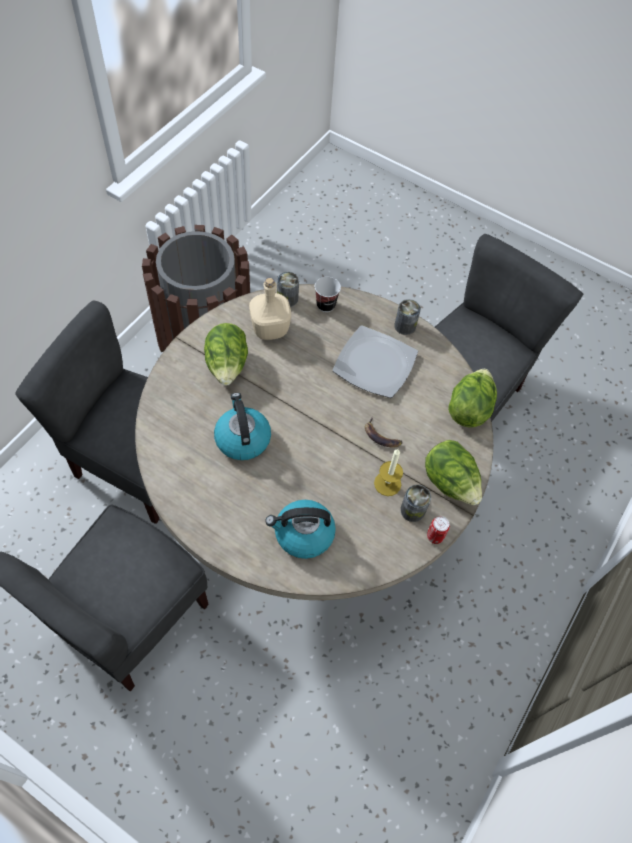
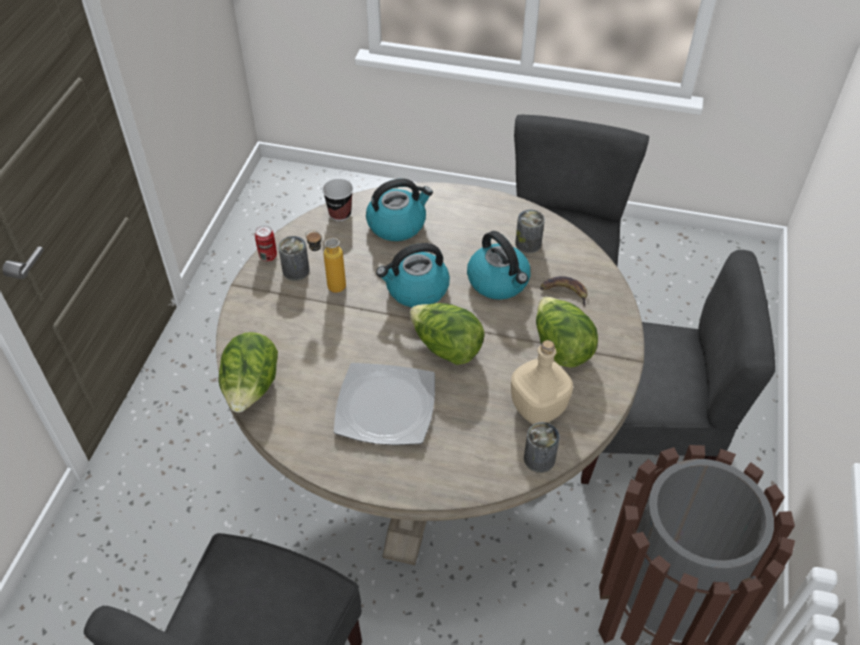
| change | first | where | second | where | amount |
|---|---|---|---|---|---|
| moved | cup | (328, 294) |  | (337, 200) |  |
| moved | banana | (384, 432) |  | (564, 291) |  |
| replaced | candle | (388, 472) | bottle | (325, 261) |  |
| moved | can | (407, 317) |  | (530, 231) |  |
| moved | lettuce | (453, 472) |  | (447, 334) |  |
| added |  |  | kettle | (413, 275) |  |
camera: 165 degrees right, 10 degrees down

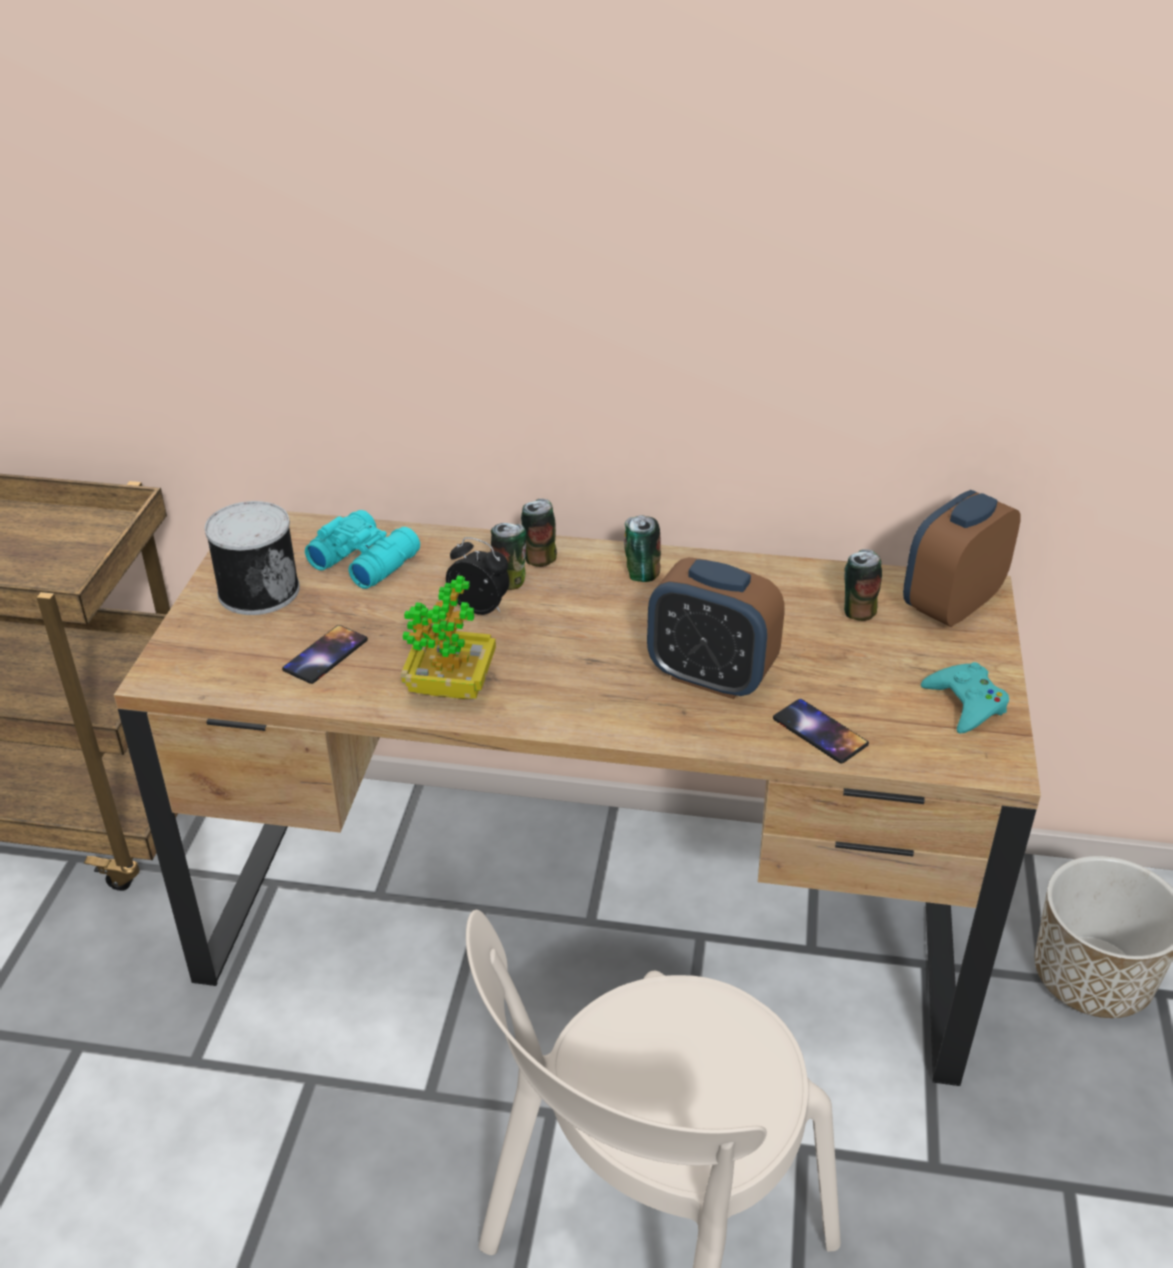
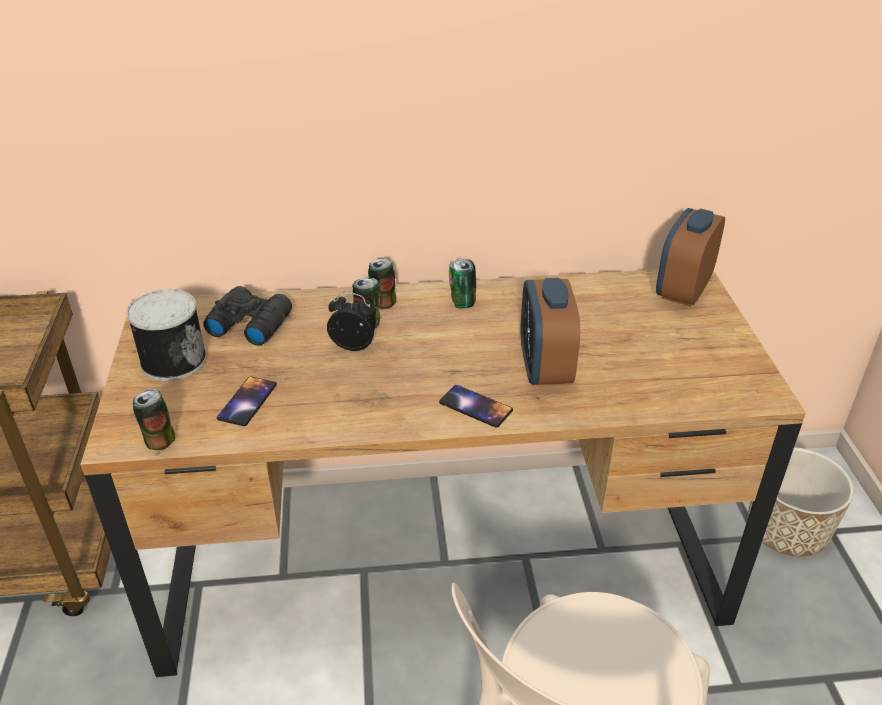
| change | first | where | second | where | amount |
|---|---|---|---|---|---|
| recoloured | turquoise binoculars | (362, 549) | black binoculars | (247, 316) |  |
| removed | potted plant | (448, 637) |  |  |  |
| turned | alarm clock | (716, 628) |  | (550, 331) | 75 degrees clockwise |
| moved | phone | (821, 731) |  | (476, 406) |  |
| moved | can | (863, 585) |  | (154, 419) |  |
| removed | turquoise game controller | (965, 698) |  |  |  |
camera: 15 degrees left, 0 degrees up

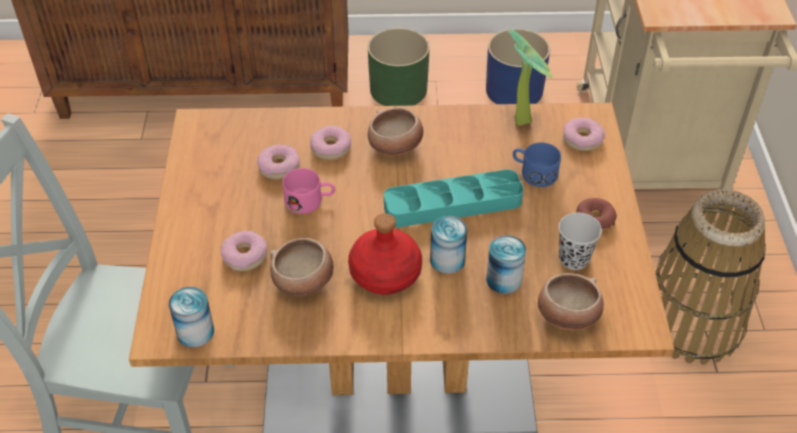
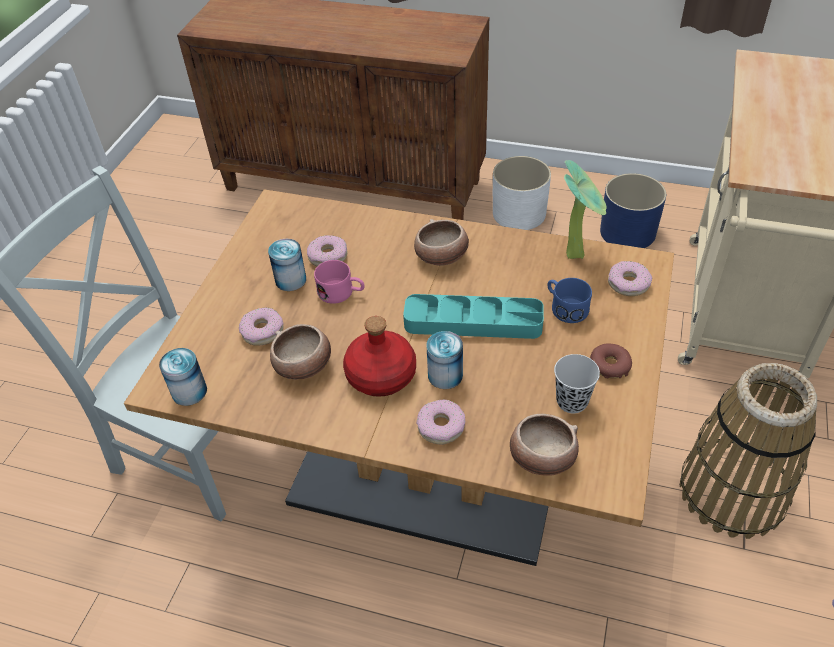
| change | first | where | second | where | amount |
|---|---|---|---|---|---|
| moved | donut | (330, 142) |  | (441, 422) |  |
| recoloured | green planter | (399, 67) | white planter | (522, 193) |  |
| moved | can | (506, 264) |  | (287, 265) |  |
camera: 20 degrees right, 0 degrees up

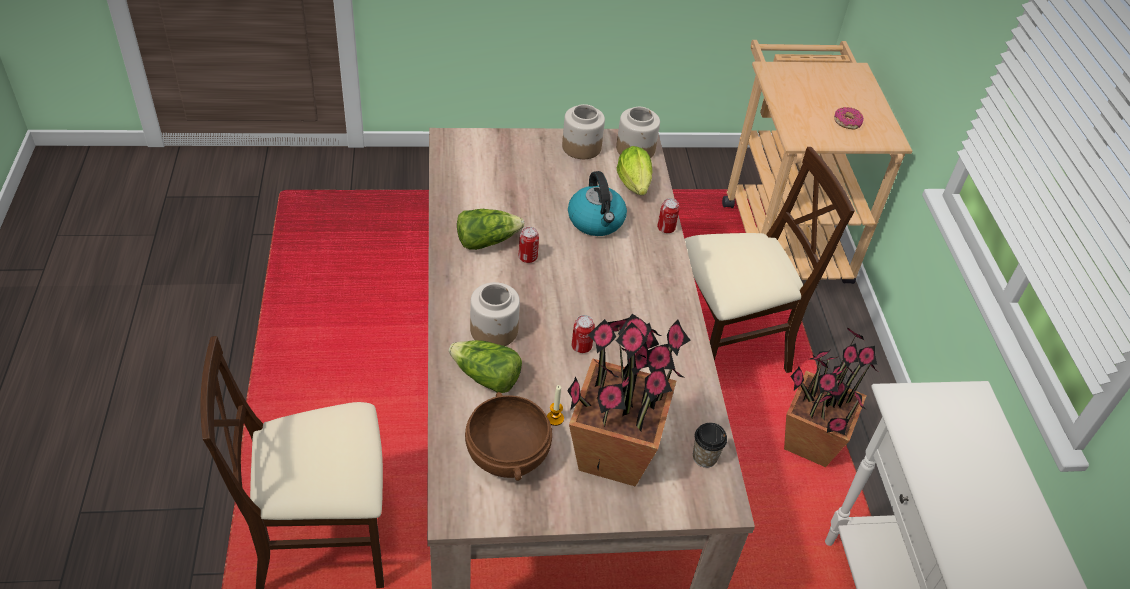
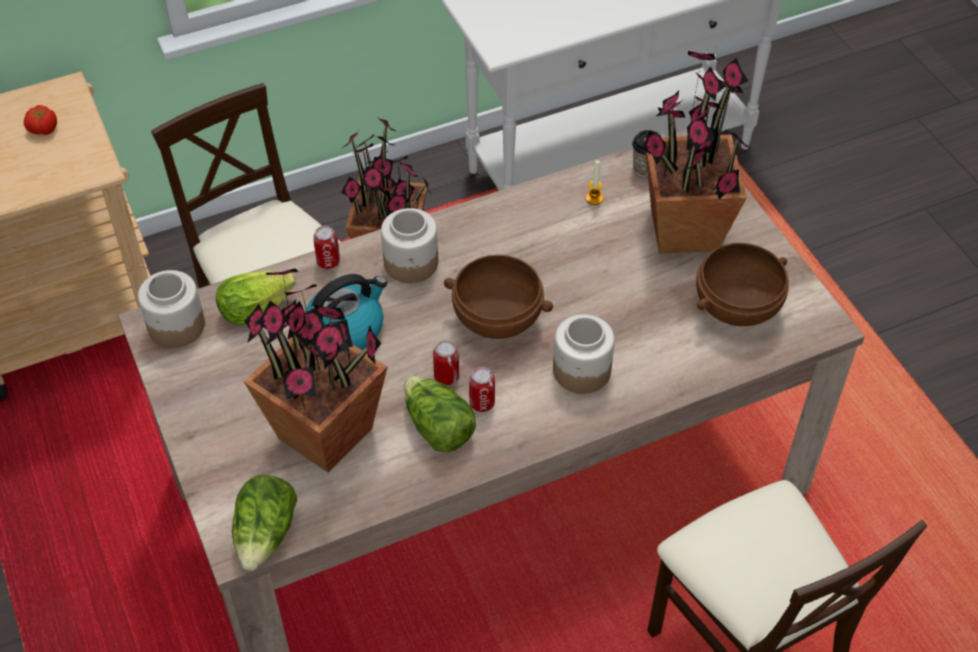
| change | first | where | second | where | amount |
|---|---|---|---|---|---|
| moved | lettuce | (485, 366) |  | (264, 523) |  |
| moved | candle | (555, 405) |  | (594, 182) |  |
| moved | jar | (583, 131) |  | (409, 245) |  |
| moved | can | (583, 334) |  | (482, 389) |  |
| replaced | donut | (849, 118) | tomato | (40, 120) |  |
| added |  |  | potted plant | (315, 370) |  |
| added |  |  | brown bowl | (498, 297) |  |
camera: 105 degrees left, 5 degrees up

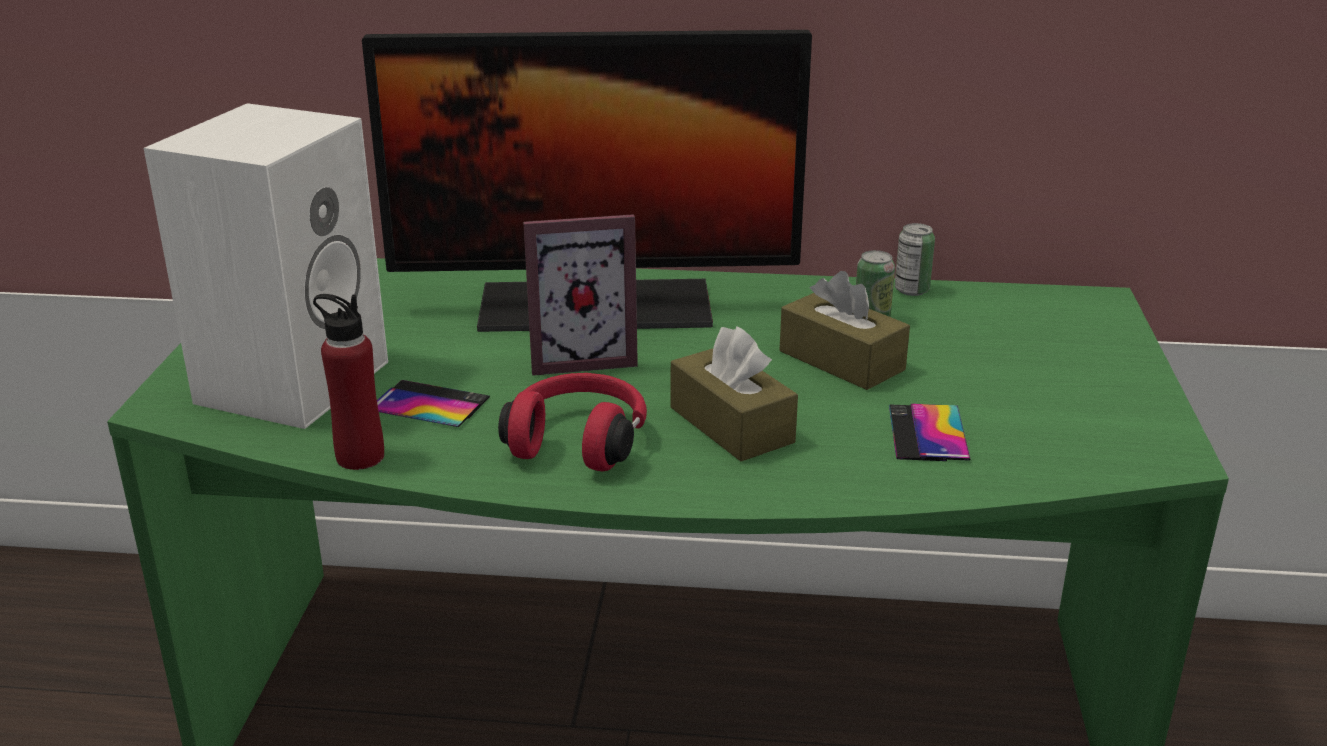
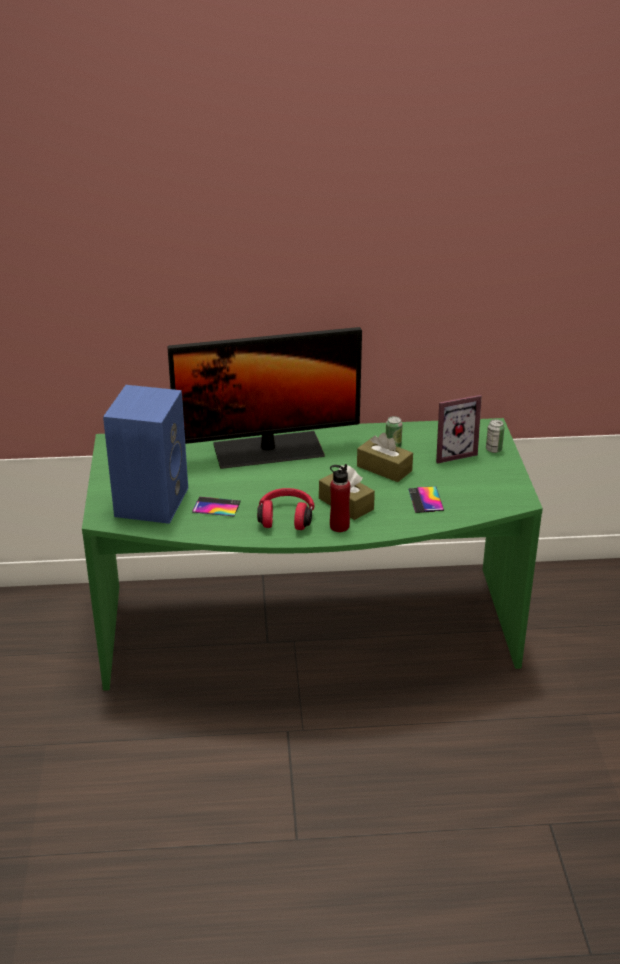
| change | first | where | second | where | amount |
|---|---|---|---|---|---|
| recoloured | white speaker | (266, 266) | blue speaker | (145, 454) |  |
| moved | red bottle | (348, 382) |  | (340, 498) |  |
| moved | picture frame | (580, 295) |  | (459, 429) |  |
| moved | can | (915, 259) |  | (495, 436) |  |
camera: 10 degrees left, 5 degrees up

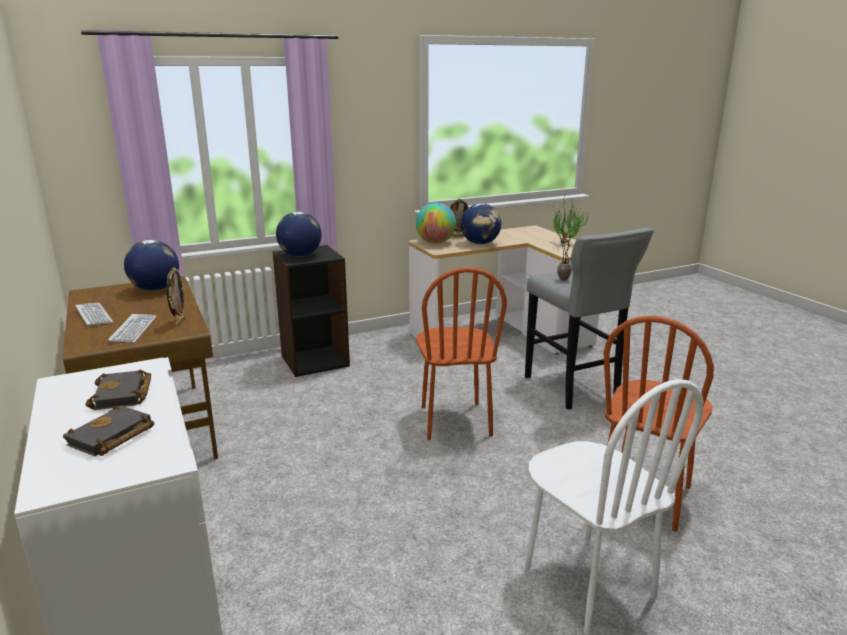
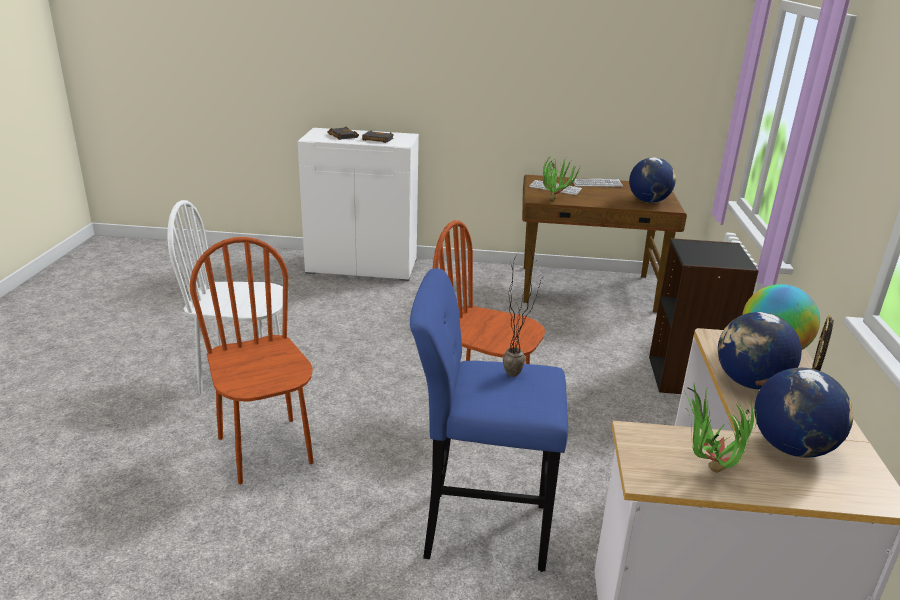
| change | first | where | second | where | amount |
|---|---|---|---|---|---|
| replaced | picture frame | (175, 297) | potted plant | (562, 177) |  |
| moved | globe | (299, 234) |  | (803, 413) |  |
| recoloured | grey stool | (589, 319) | blue stool | (489, 420) |  |
camera: 120 degrees right, 5 degrees up

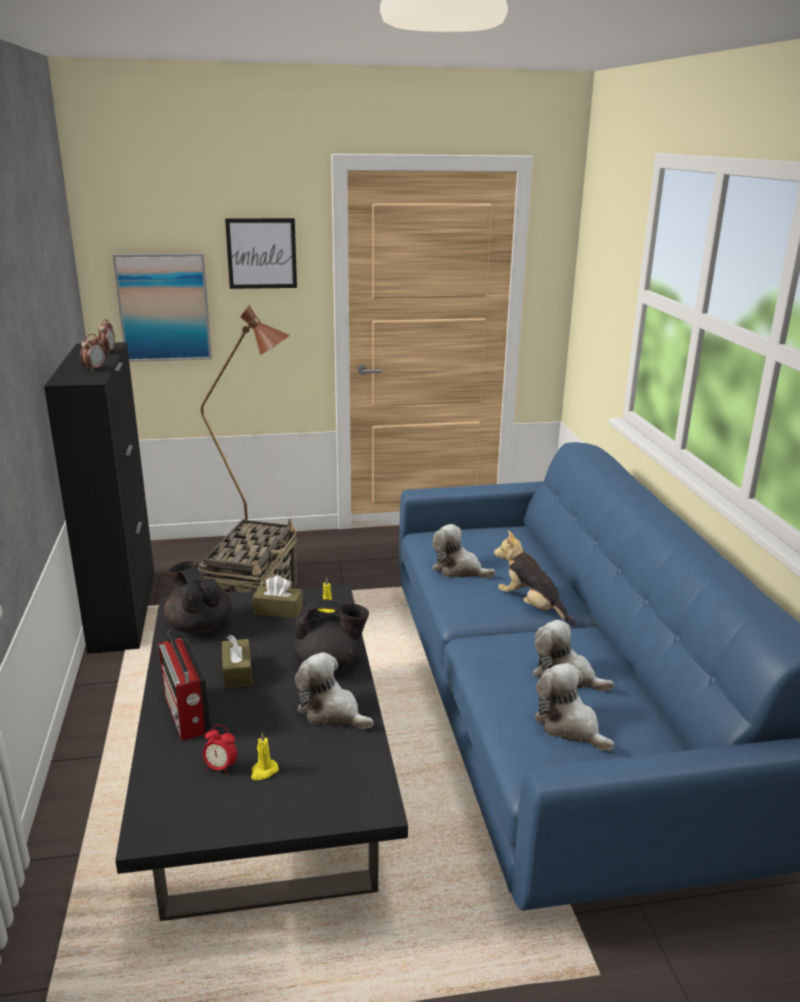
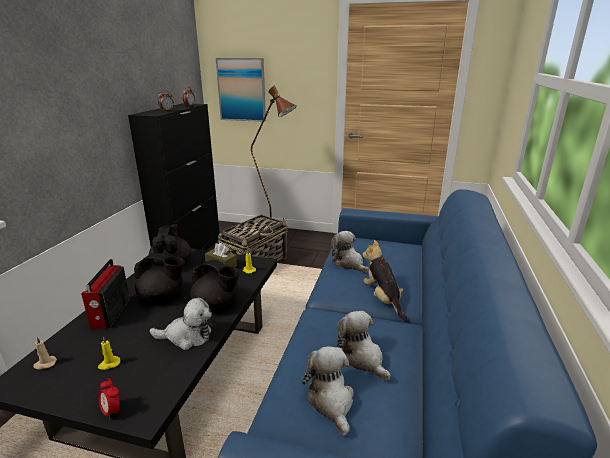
| change | first | where | second | where | amount |
|---|---|---|---|---|---|
| moved | alarm clock | (220, 750) |  | (109, 399) |  |
| replaced | brown tissue box | (237, 661) | black teapot | (159, 277) |  |
| removed | picture | (261, 253) |  |  |  |
| turned | plush toy | (334, 690) |  | (181, 324) | 120 degrees clockwise |
| added |  |  | beige candle | (45, 353) |  |
camera: 25 degrees right, 0 degrees up

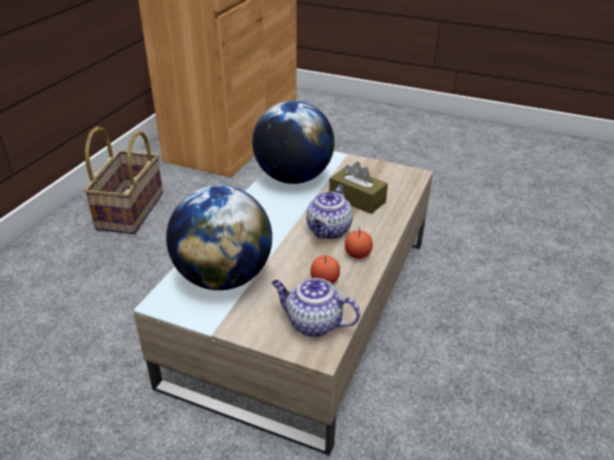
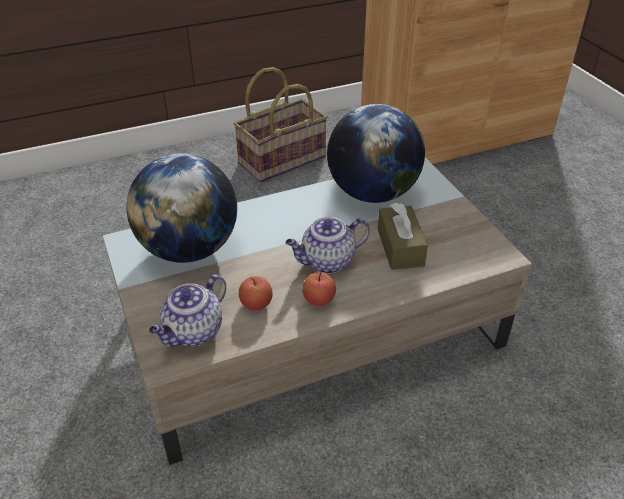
| change | first | where | second | where | amount |
|---|---|---|---|---|---|
| turned | teapot | (316, 307) |  | (187, 310) | 120 degrees counterclockwise |
camera: 45 degrees right, 5 degrees up

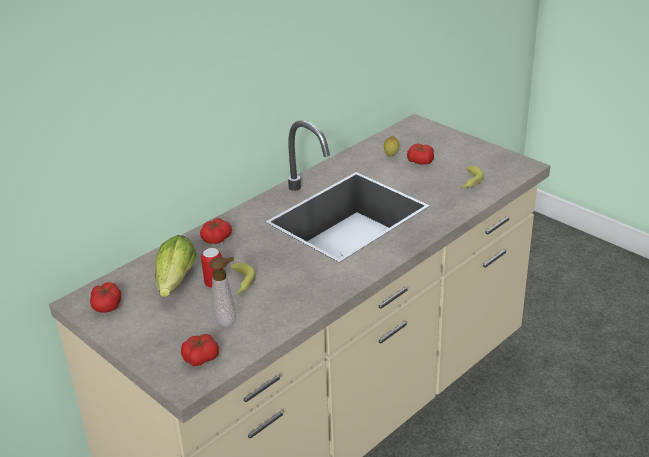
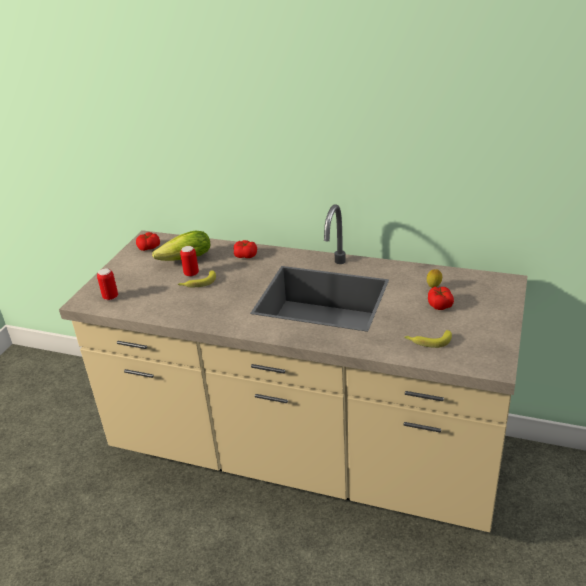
| change | first | where | second | where | amount |
|---|---|---|---|---|---|
| replaced | tomato | (200, 350) | can | (107, 284) |  |
| removed | soap dispenser | (222, 291) |  |  |  |
camera: 65 degrees right, 0 degrees up

